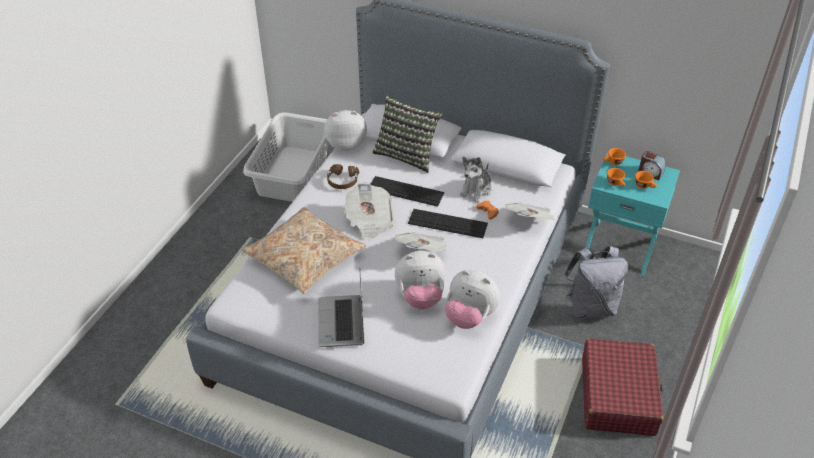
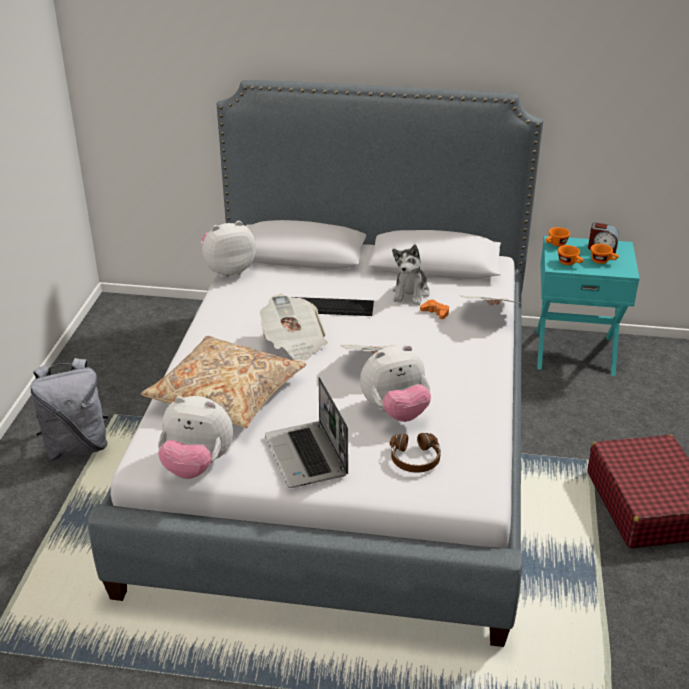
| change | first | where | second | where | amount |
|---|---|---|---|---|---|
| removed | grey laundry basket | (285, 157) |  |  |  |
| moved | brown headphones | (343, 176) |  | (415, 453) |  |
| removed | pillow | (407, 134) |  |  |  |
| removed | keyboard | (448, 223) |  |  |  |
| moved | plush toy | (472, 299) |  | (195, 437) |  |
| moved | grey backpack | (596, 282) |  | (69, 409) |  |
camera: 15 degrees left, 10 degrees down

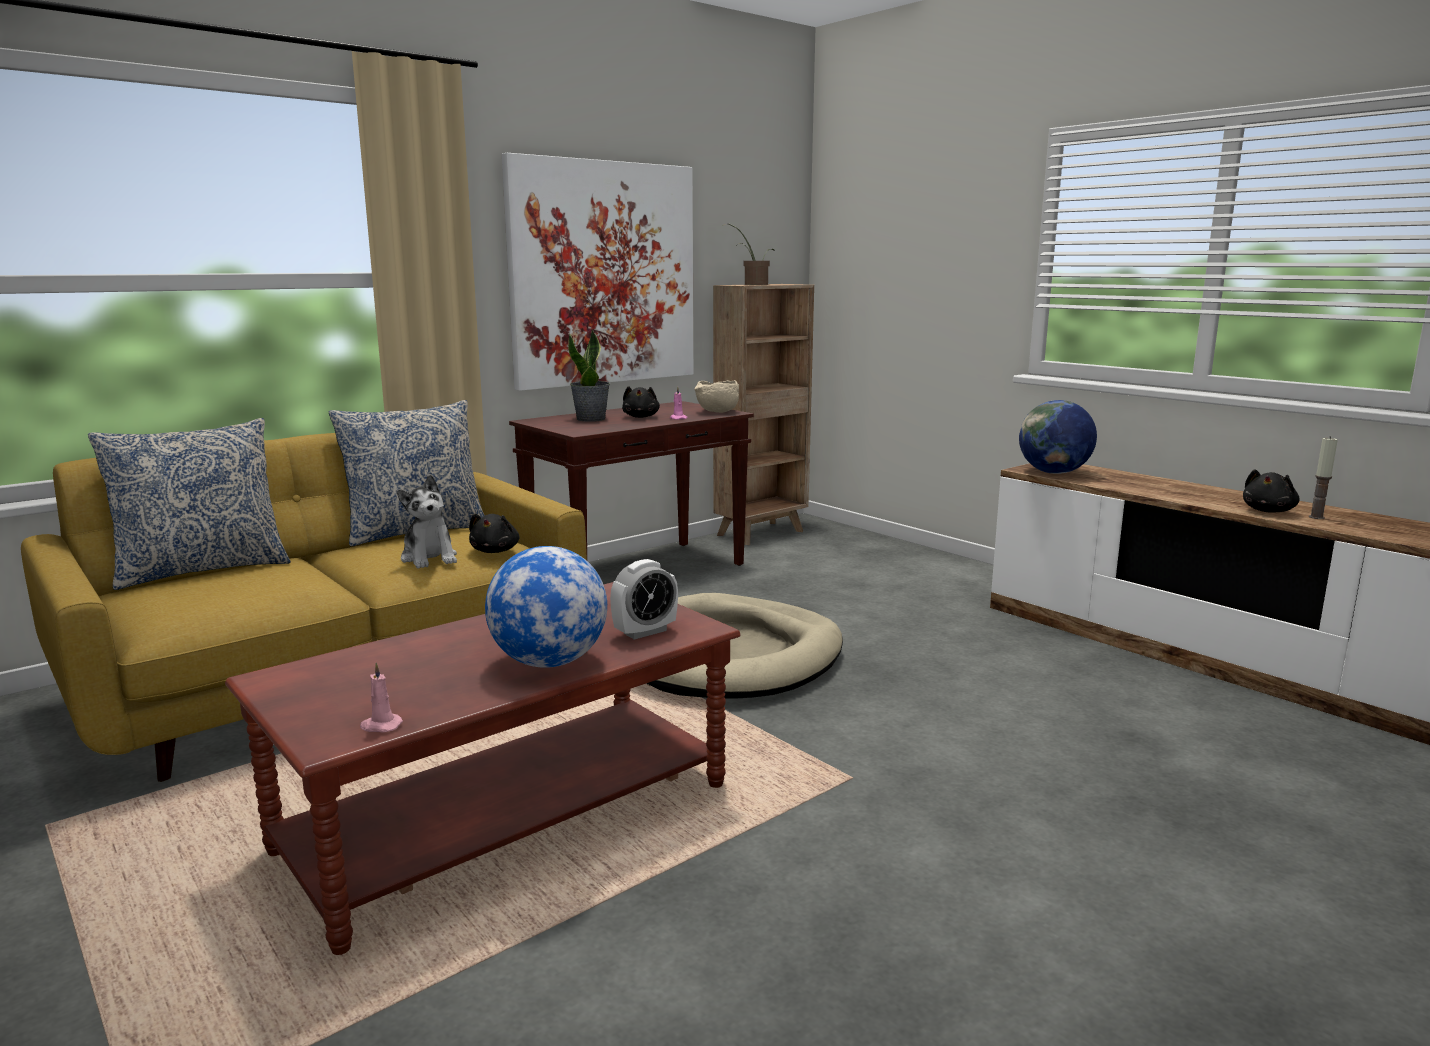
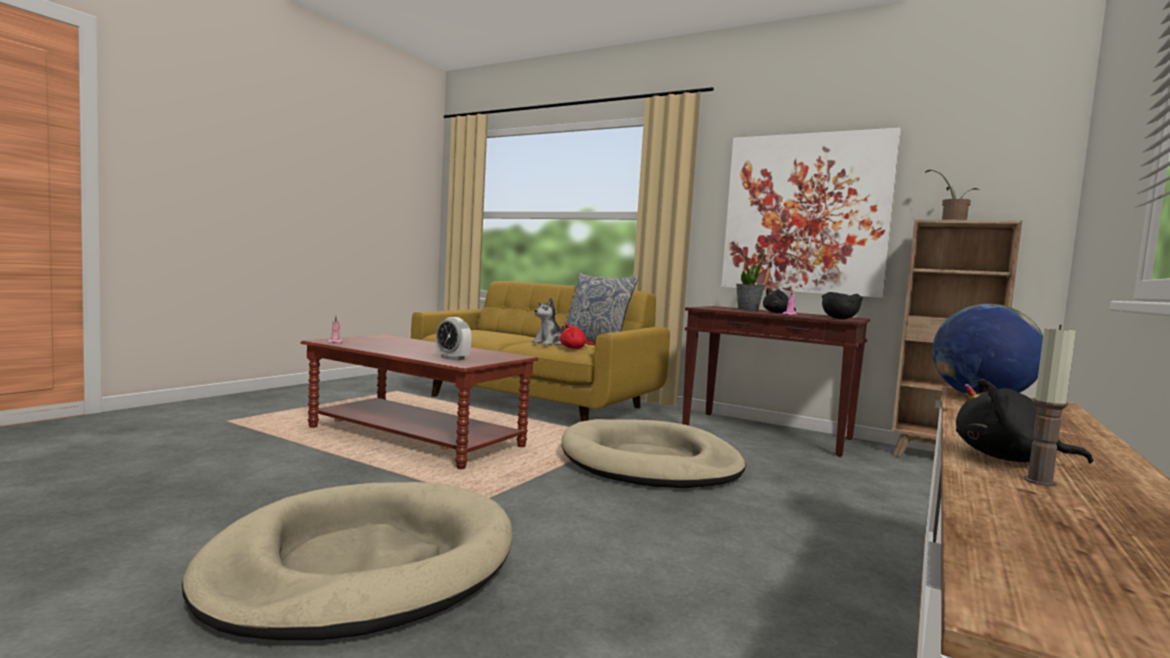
| change | first | where | second | where | amount |
|---|---|---|---|---|---|
| removed | pillow | (189, 504) |  |  |  |
| recoloured | black plush toy | (494, 533) | red plush toy | (577, 336) |  |
| removed | globe | (546, 607) |  |  |  |
| recoloured | beige bowl | (716, 396) | black bowl | (842, 305) |  |
| added |  |  | beige dog bed | (347, 561) |  |
camera: 70 degrees right, 10 degrees down

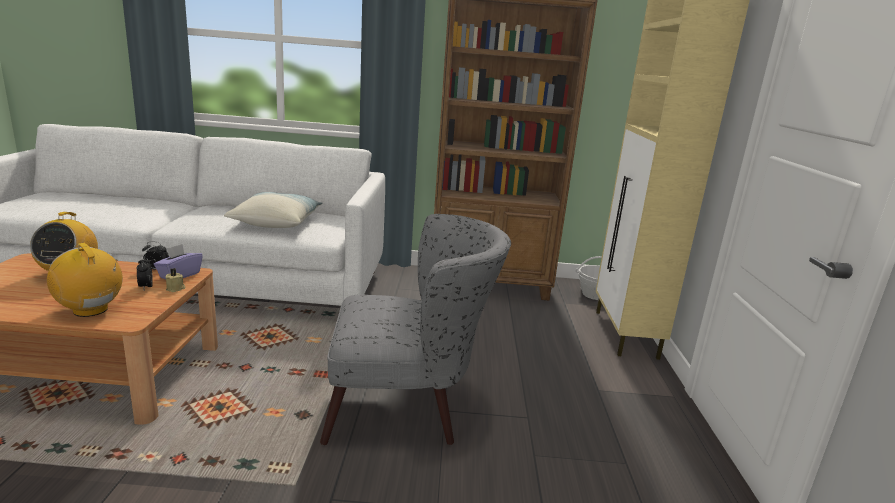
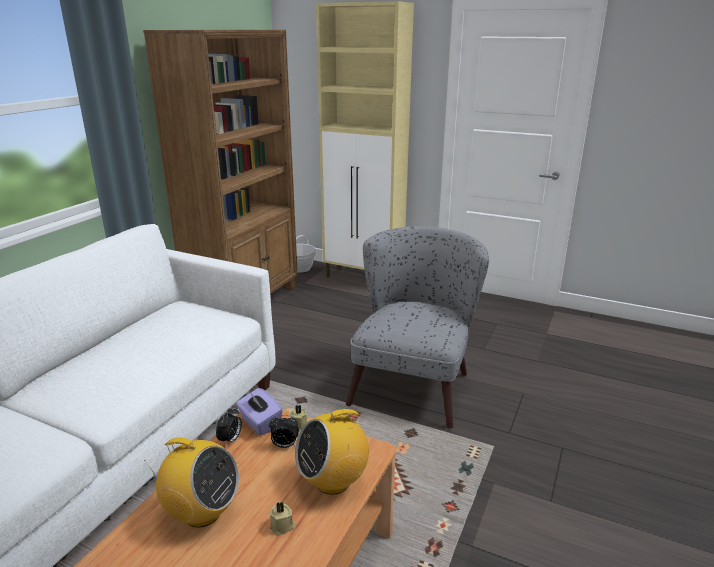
| change | first | where | second | where | amount |
|---|---|---|---|---|---|
| removed | pillow | (273, 210) |  |  |  |
| added |  |  | beige candle | (282, 518) |  |
camera: 65 degrees left, 5 degrees up

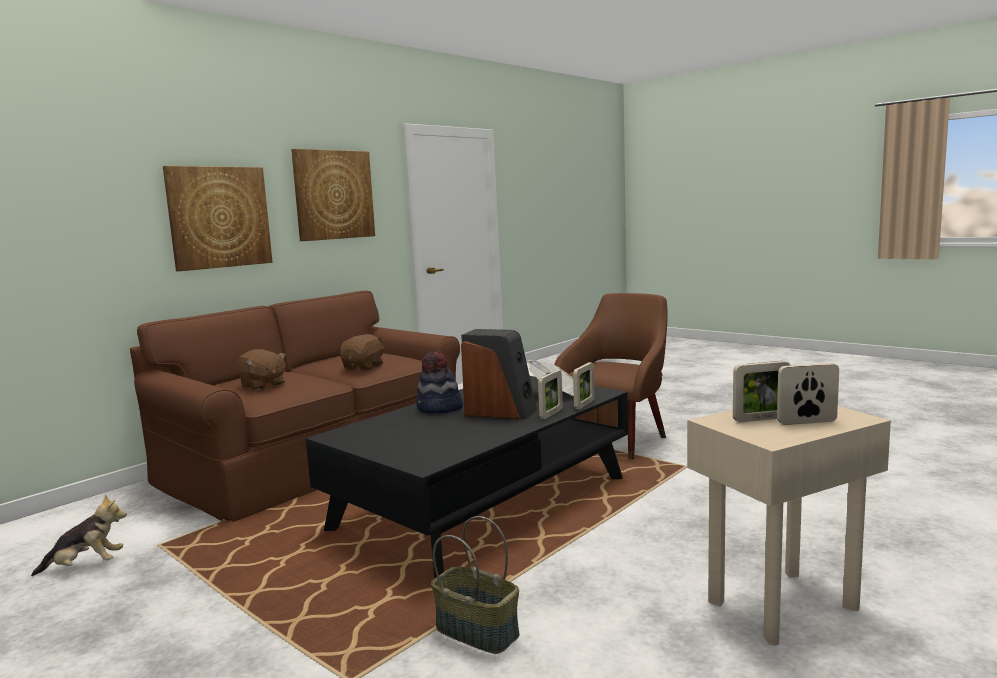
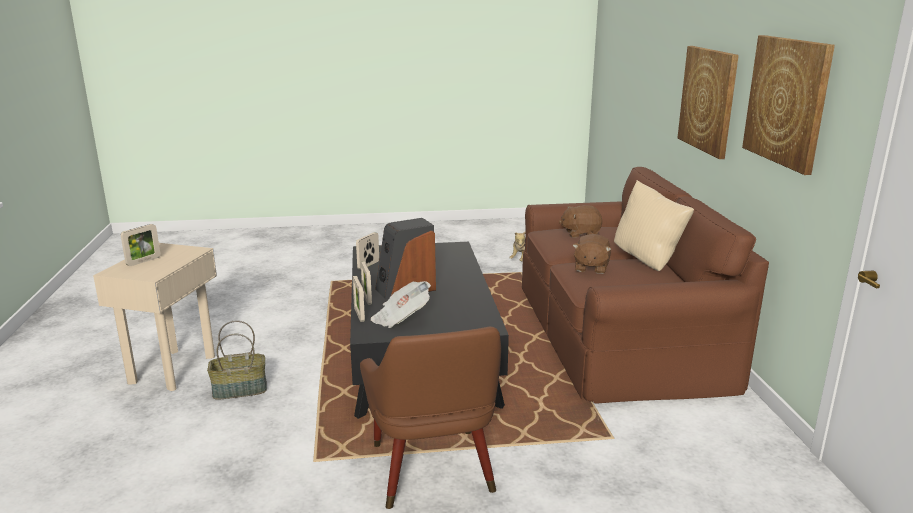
| change | first | where | second | where | amount |
|---|---|---|---|---|---|
| turned | brown plush toy | (362, 352) |  | (591, 254) | 45 degrees clockwise |
| removed | hat | (439, 383) |  |  |  |
| moved | basket | (475, 585) |  | (237, 360) |  |
| moved | picture frame | (762, 391) |  | (367, 251) |  |
| added |  |  | beige pillow | (654, 225) |  |
camera: 130 degrees right, 10 degrees up

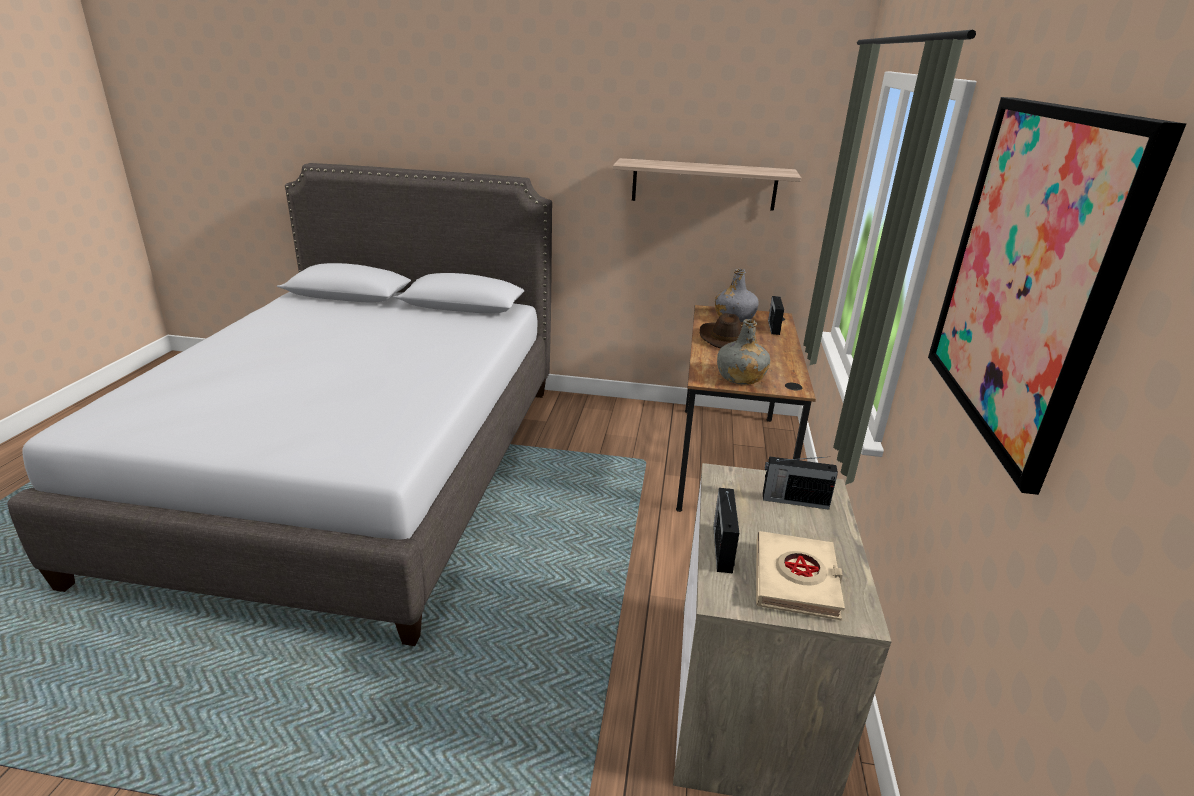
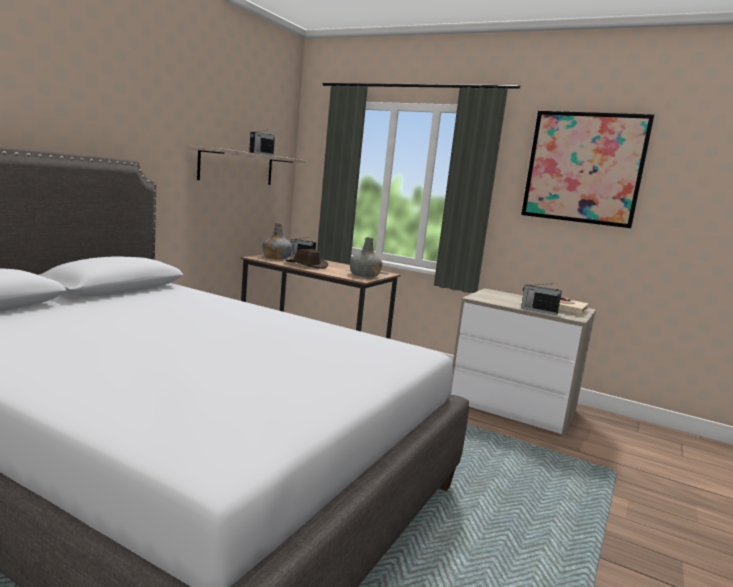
| change | first | where | second | where | amount |
|---|---|---|---|---|---|
| moved | radio | (800, 483) |  | (262, 142) |  |
camera: 70 degrees left, 15 degrees down

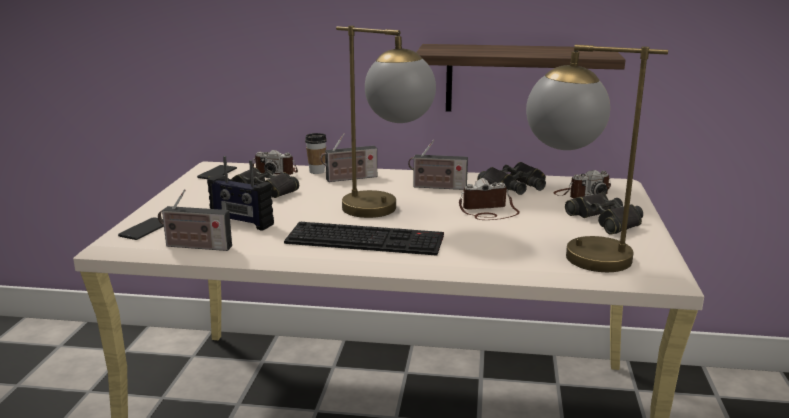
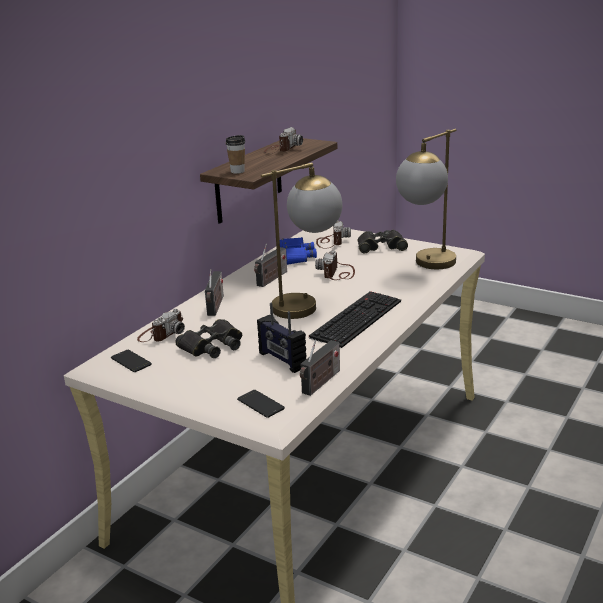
| change | first | where | second | where | amount |
|---|---|---|---|---|---|
| turned | radio | (240, 193) |  | (282, 338) | 90 degrees clockwise |
| moved | cup | (316, 153) |  | (235, 154) |  |
| recoloured | black binoculars | (511, 178) | blue binoculars | (298, 251) |  |
| added |  |  | photo camera | (283, 140) |  |
camera: 65 degrees left, 5 degrees up

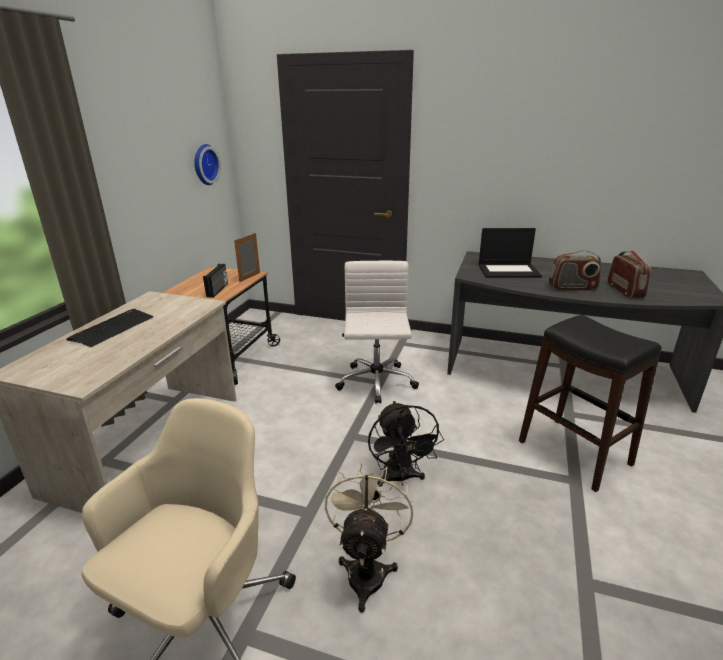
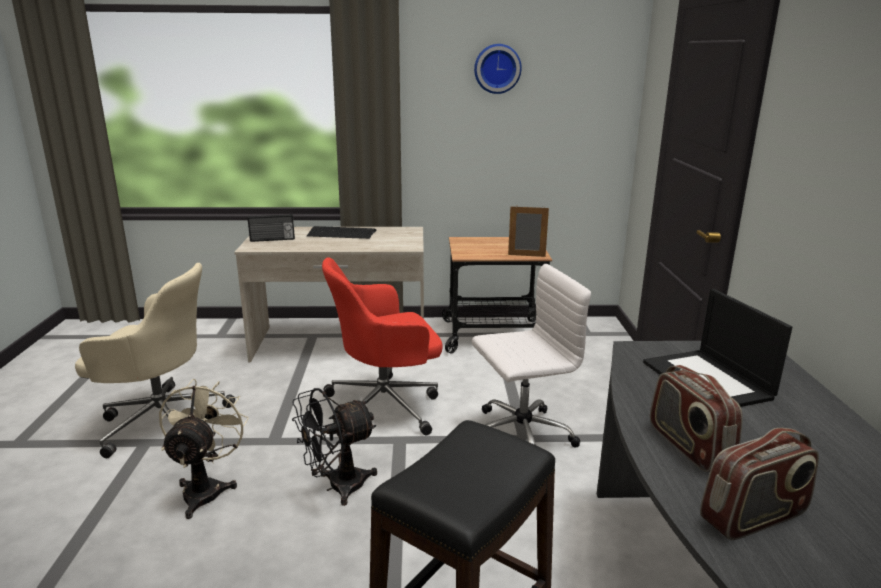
| change | first | where | second | where | amount |
|---|---|---|---|---|---|
| moved | wall clock | (207, 164) |  | (498, 69) |  |
| moved | radio | (215, 281) |  | (271, 228) |  |
| turned | beige fan | (369, 538) |  | (204, 449) | 75 degrees counterclockwise |
| added |  |  | red office chair | (382, 346) |  |
camera: 70 degrees right, 5 degrees down

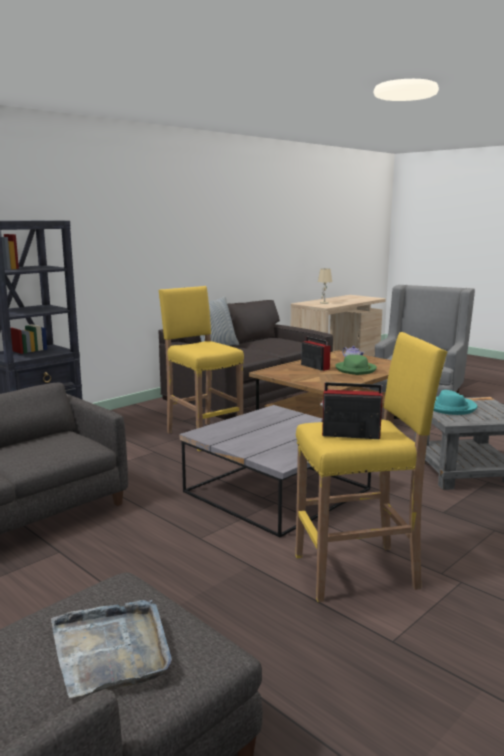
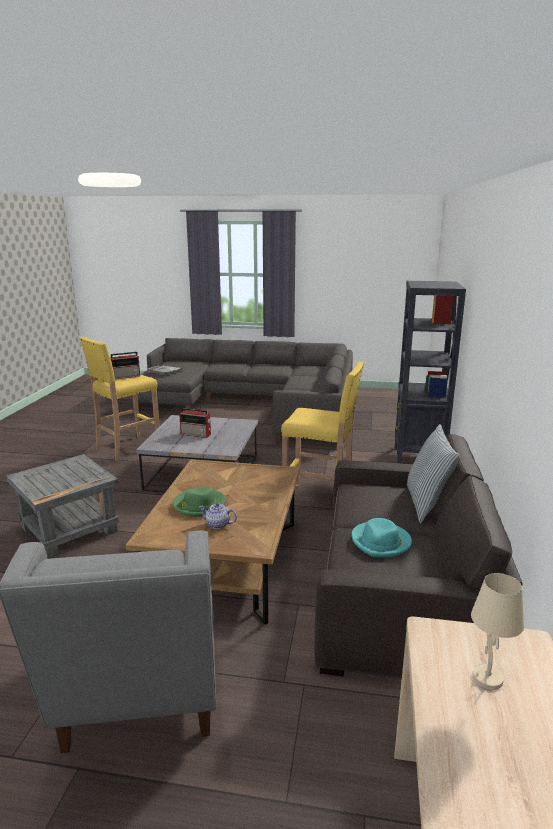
| change | first | where | second | where | amount |
|---|---|---|---|---|---|
| moved | radio | (316, 354) |  | (195, 423) |  |
| moved | turquoise hat | (455, 402) |  | (382, 537) |  |
camera: 145 degrees right, 5 degrees up

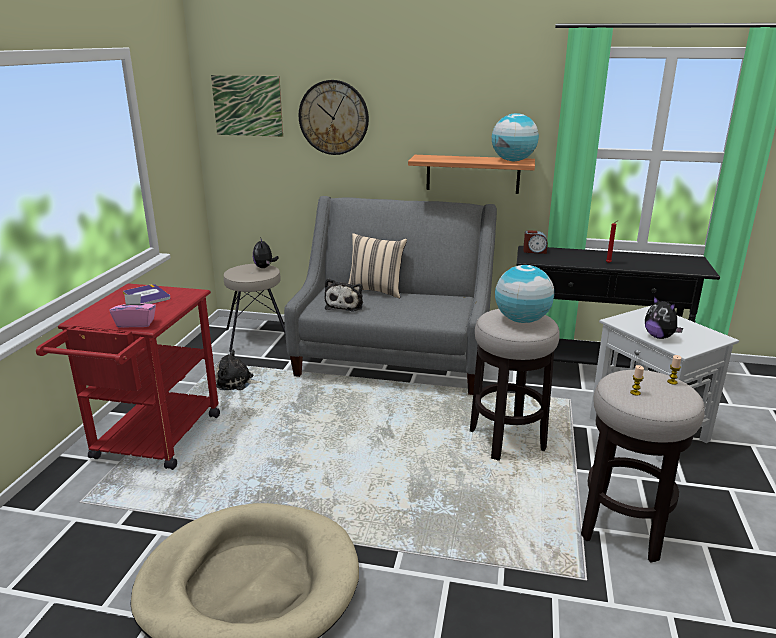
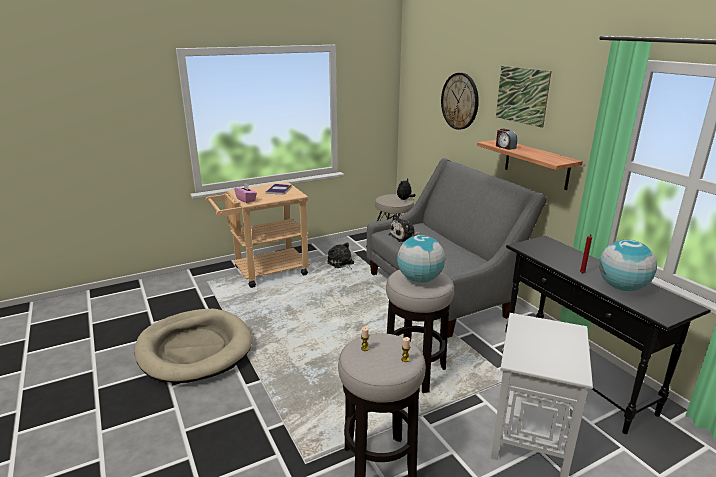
| change | first | where | second | where | amount |
|---|---|---|---|---|---|
| recoloured | red cart | (128, 376) | beige cart | (257, 235) |  |
| moved | picture | (247, 106) |  | (523, 97) |  |
| removed | beige pillow | (377, 265) |  |  |  |
| moved | globe | (515, 137) |  | (628, 265) |  |
| moved | alarm clock | (535, 242) |  | (506, 139) |  |
| removed | plush toy | (664, 317) |  |  |  |
camera: 50 degrees right, 0 degrees up

